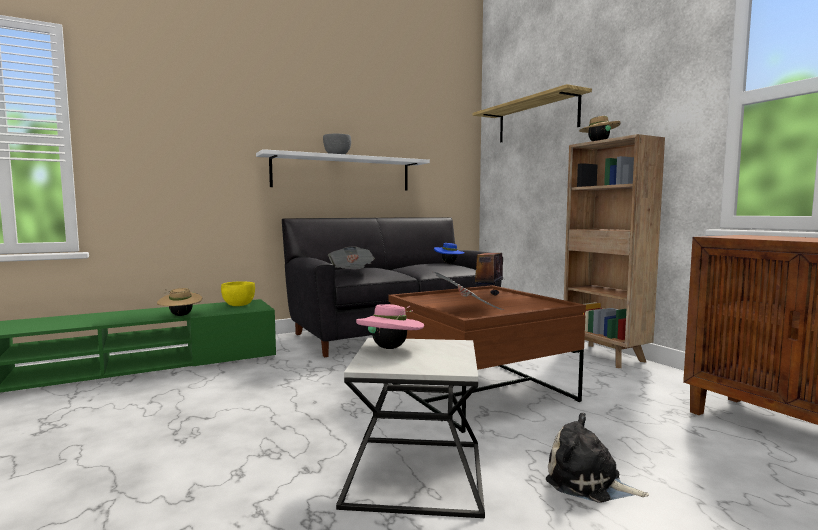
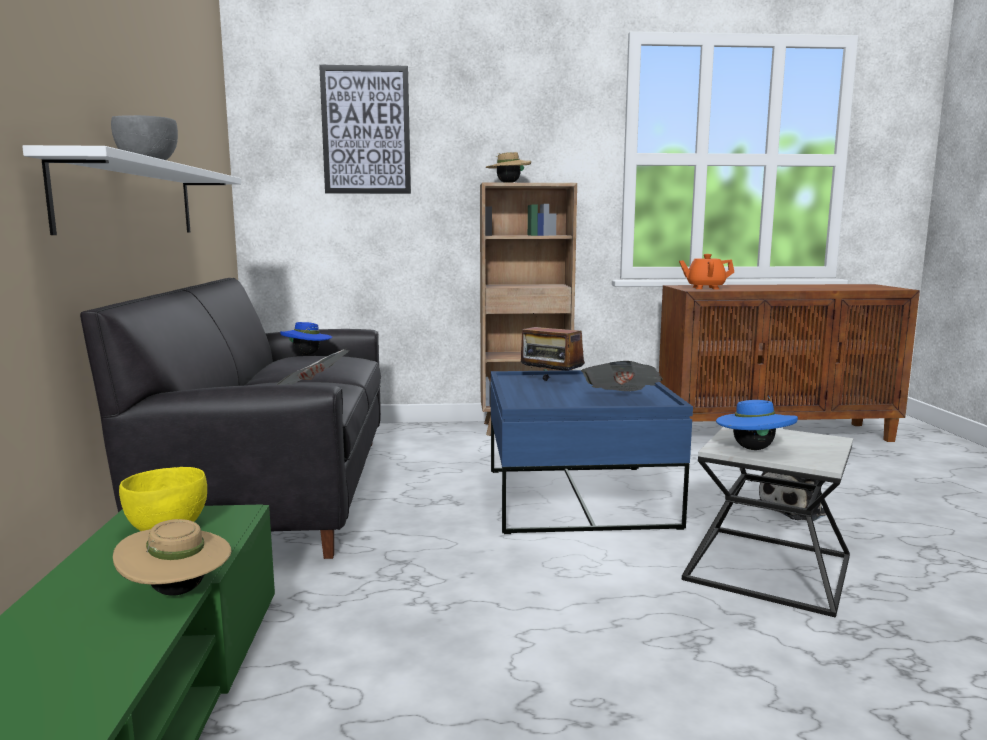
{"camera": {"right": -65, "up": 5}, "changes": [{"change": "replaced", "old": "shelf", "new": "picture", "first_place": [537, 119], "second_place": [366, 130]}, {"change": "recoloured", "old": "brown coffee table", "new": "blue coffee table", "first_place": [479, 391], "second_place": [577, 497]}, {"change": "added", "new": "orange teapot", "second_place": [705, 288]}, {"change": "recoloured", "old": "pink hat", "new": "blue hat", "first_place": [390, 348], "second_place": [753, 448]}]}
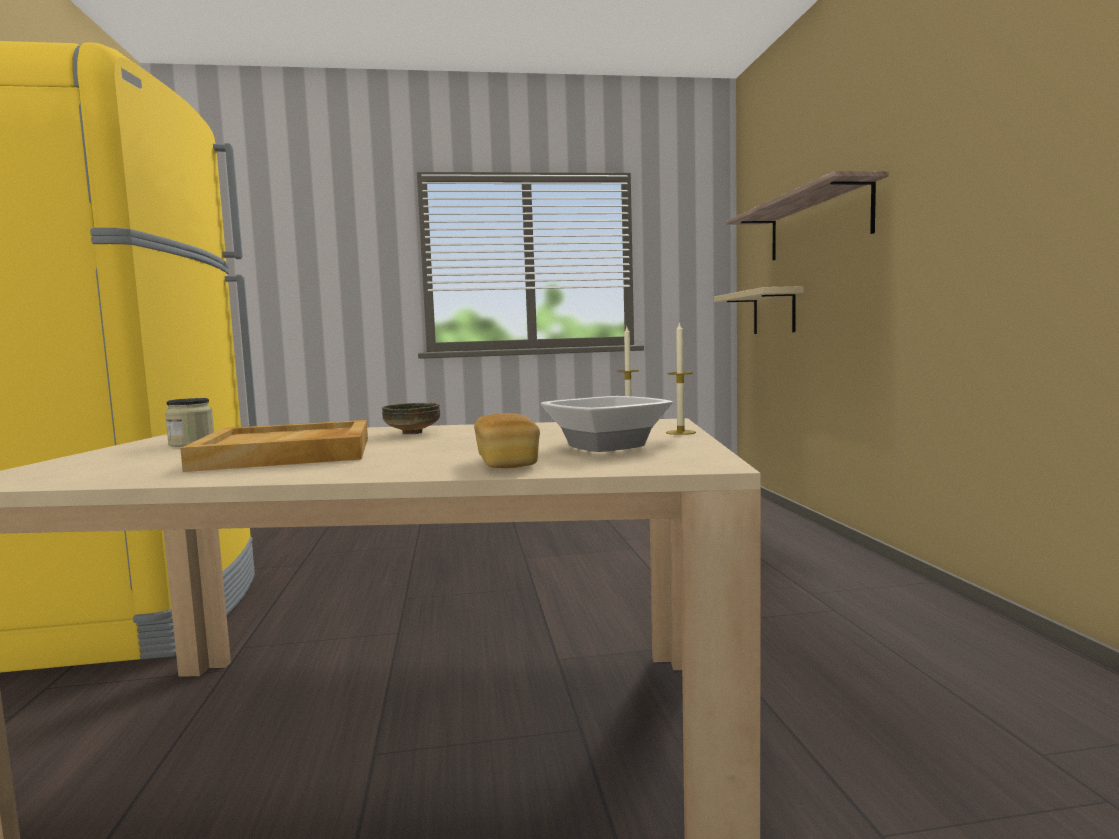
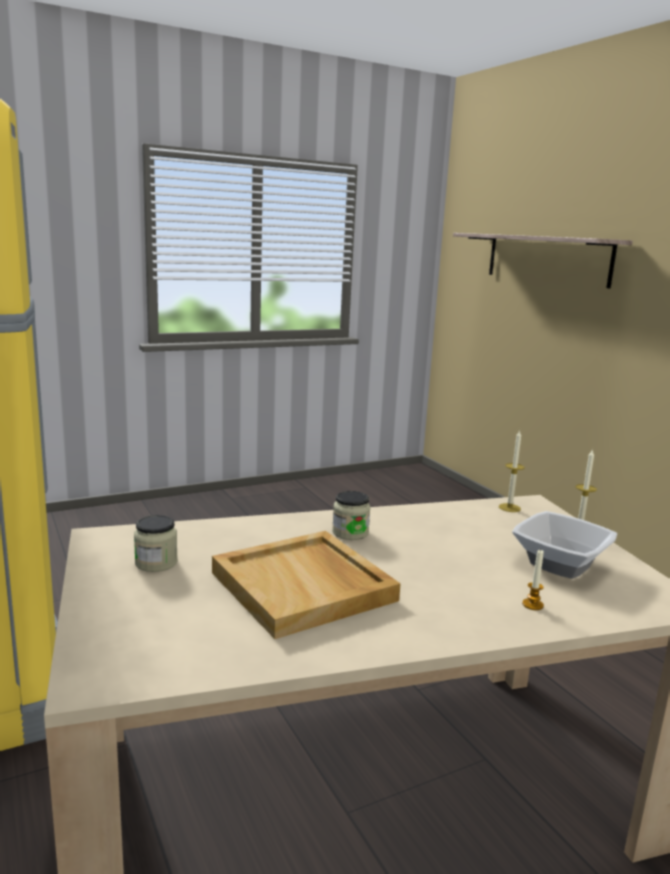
{"camera": {"right": -20, "up": 10}, "changes": [{"change": "replaced", "old": "bowl", "new": "jar", "first_place": [413, 433], "second_place": [350, 532]}, {"change": "replaced", "old": "bread", "new": "candle", "first_place": [507, 462], "second_place": [532, 605]}, {"change": "removed", "old": "beige shelf", "first_place": [774, 312]}]}
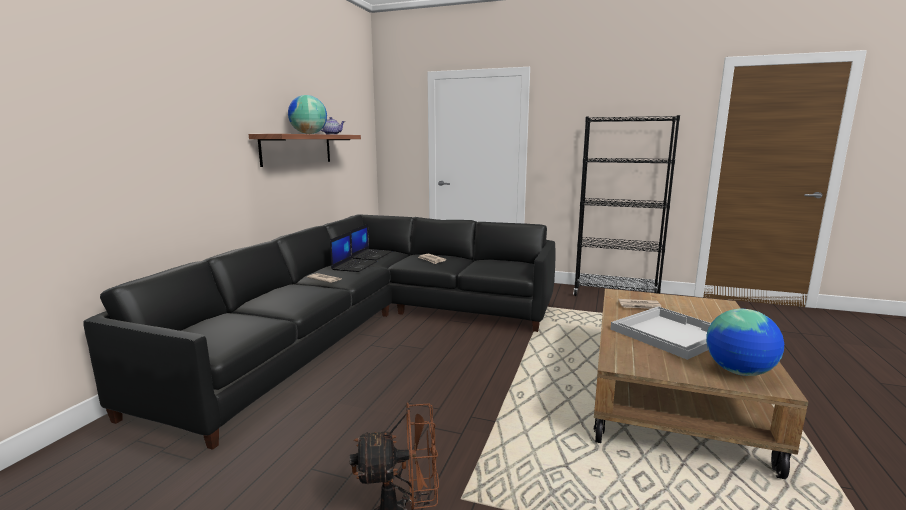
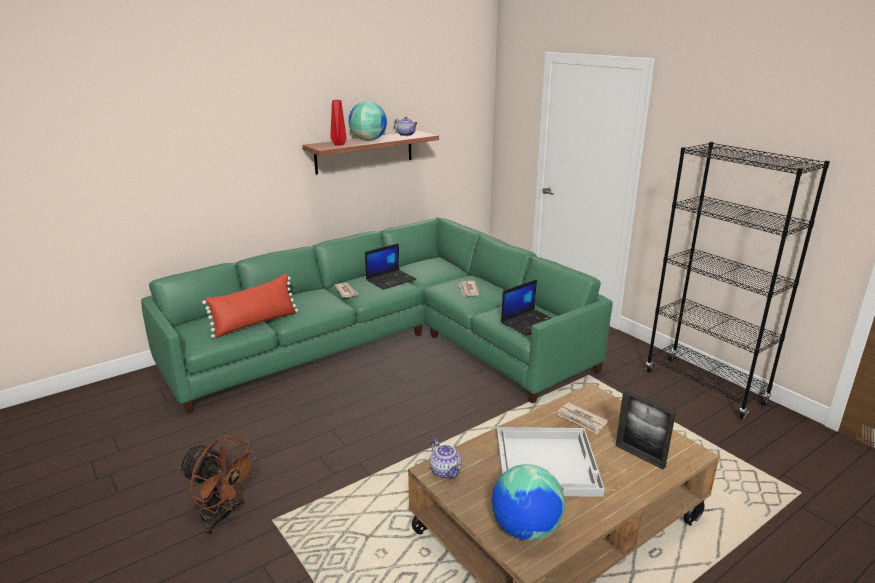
{"camera": {"right": 35, "up": 10}, "changes": [{"change": "recoloured", "old": "black sofa", "new": "green sofa", "first_place": [370, 326], "second_place": [391, 343]}, {"change": "added", "new": "red pillow", "second_place": [255, 323]}, {"change": "added", "new": "red vase", "second_place": [339, 144]}, {"change": "added", "new": "teapot", "second_place": [446, 471]}, {"change": "moved", "old": "laptop", "first_place": [371, 255], "second_place": [529, 322]}, {"change": "added", "new": "picture frame", "second_place": [639, 456]}]}
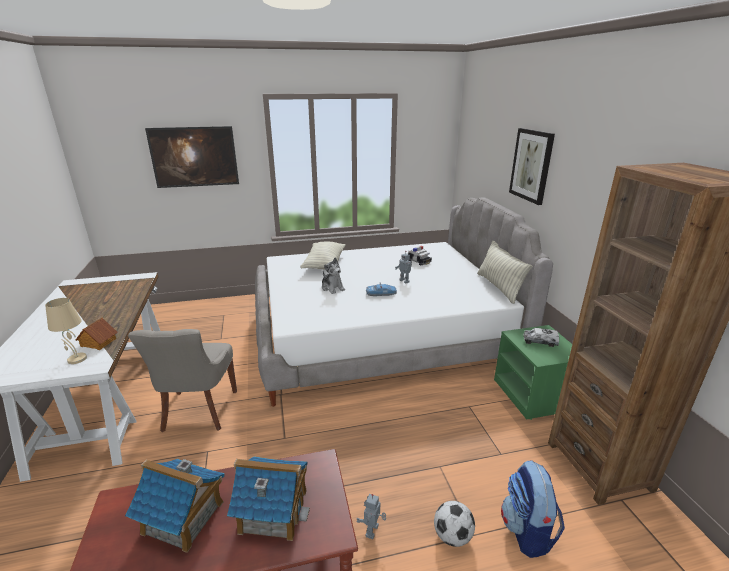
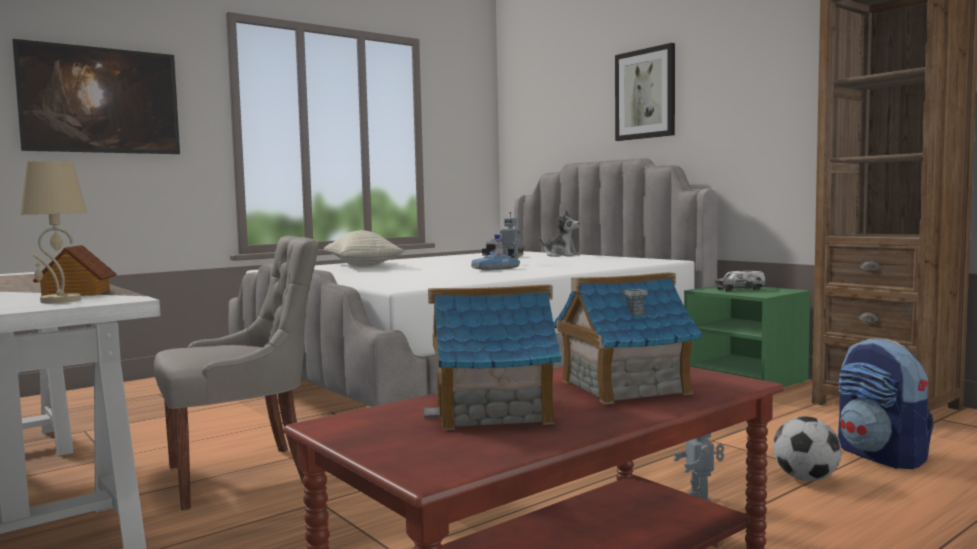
{"camera": {"right": -25, "up": -20}, "changes": [{"change": "turned", "old": "grey chair", "first_place": [198, 411], "second_place": [243, 475], "degrees": -90}, {"change": "moved", "old": "plush toy", "first_place": [332, 288], "second_place": [561, 255]}, {"change": "removed", "old": "pillow", "first_place": [499, 287]}]}
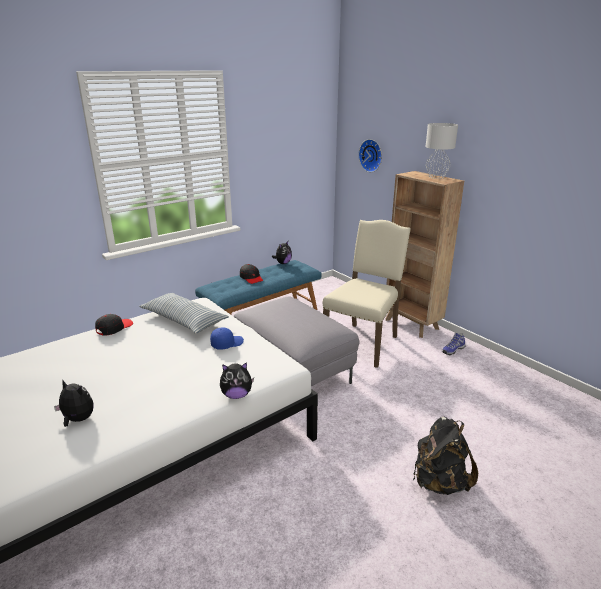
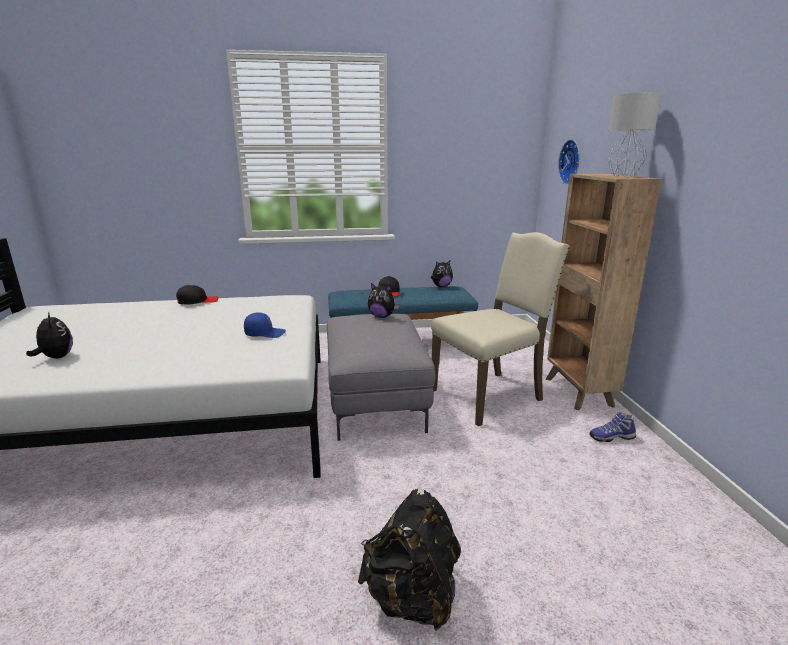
{"camera": {"right": 30, "up": -5}, "changes": [{"change": "moved", "old": "plush toy", "first_place": [236, 395], "second_place": [382, 316]}, {"change": "removed", "old": "pillow", "first_place": [184, 320]}]}
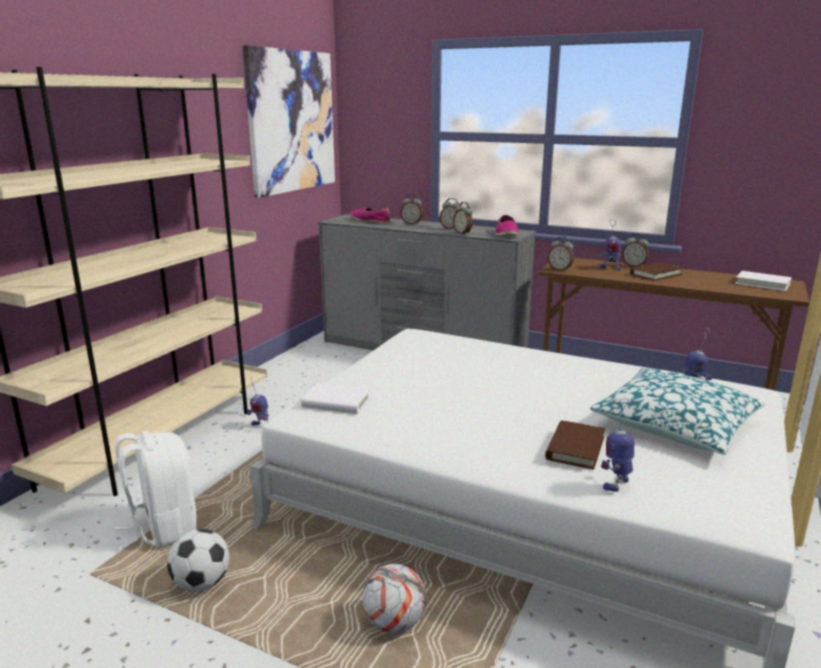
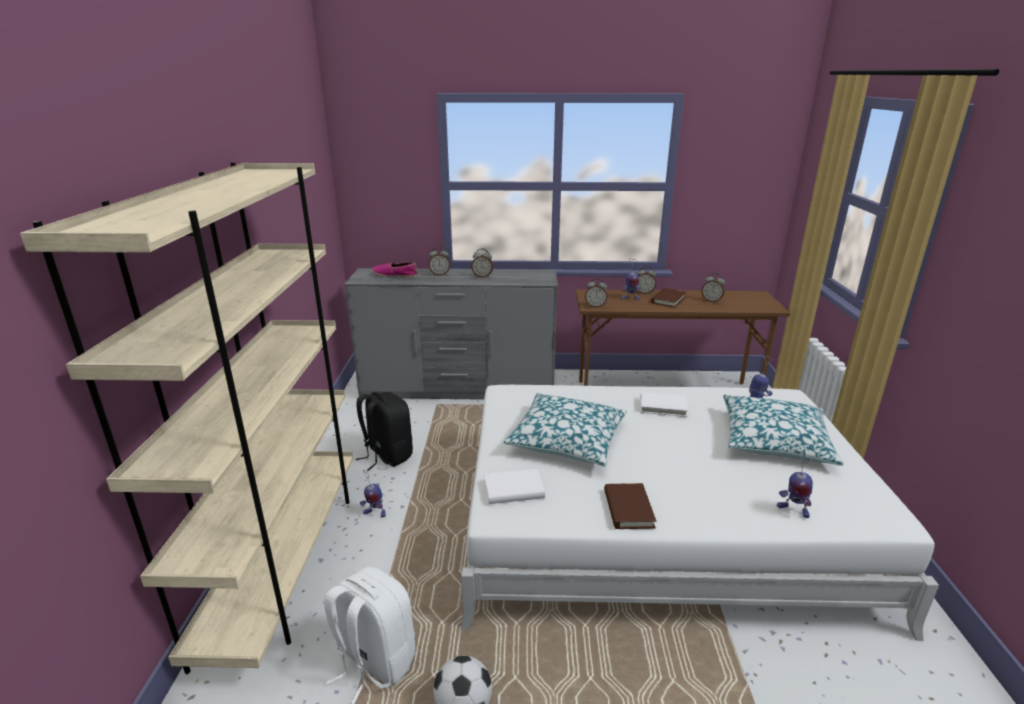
{"camera": {"right": -25, "up": 5}, "changes": [{"change": "added", "new": "black backpack", "second_place": [387, 455]}, {"change": "added", "new": "pillow", "second_place": [567, 440]}, {"change": "moved", "old": "brown book", "first_place": [575, 448], "second_place": [628, 509]}, {"change": "moved", "old": "white book", "first_place": [762, 283], "second_place": [663, 407]}, {"change": "moved", "old": "alarm clock", "first_place": [463, 233], "second_place": [711, 301]}, {"change": "turned", "old": "toy robot", "first_place": [616, 482], "second_place": [792, 510], "degrees": -75}, {"change": "removed", "old": "picture", "first_place": [291, 121]}, {"change": "removed", "old": "football", "first_place": [394, 623]}, {"change": "removed", "old": "shoe", "first_place": [506, 234]}]}
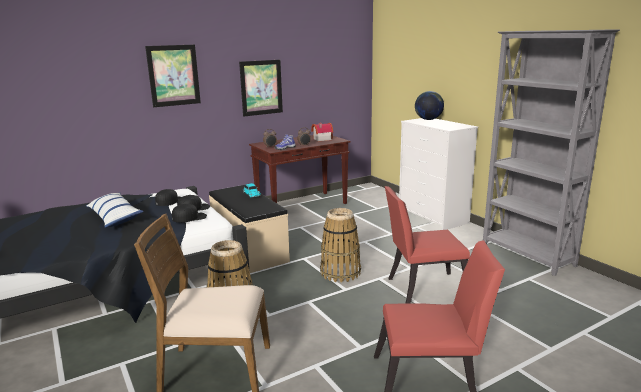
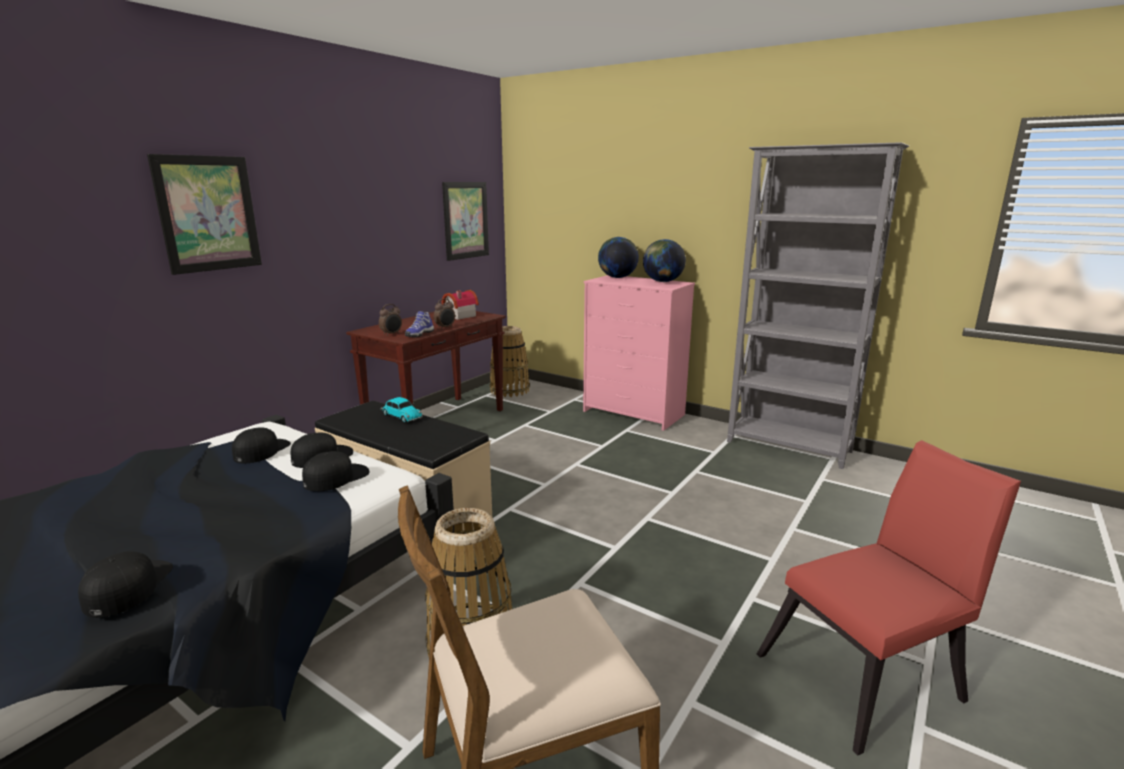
{"camera": {"right": -25, "up": 0}, "changes": [{"change": "added", "new": "black cap", "second_place": [127, 587]}, {"change": "moved", "old": "picture", "first_place": [261, 87], "second_place": [466, 220]}, {"change": "moved", "old": "basket", "first_place": [340, 272], "second_place": [510, 390]}, {"change": "recoloured", "old": "white dresser", "new": "pink dresser", "first_place": [433, 217], "second_place": [634, 413]}, {"change": "added", "new": "globe", "second_place": [662, 281]}, {"change": "removed", "old": "pillow", "first_place": [114, 217]}, {"change": "removed", "old": "red chair", "first_place": [422, 289]}]}
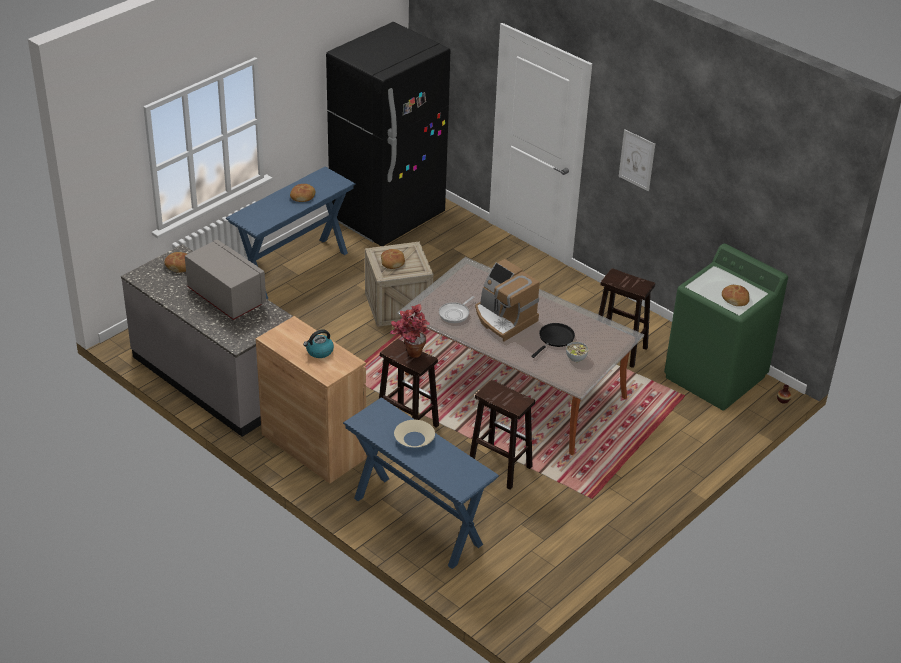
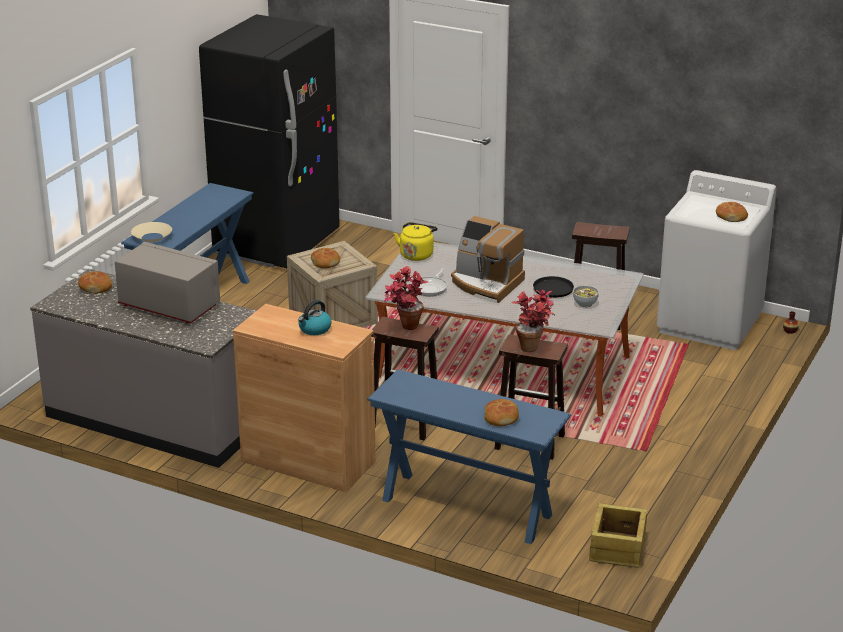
{"camera": {"right": -15, "up": -10}, "changes": [{"change": "moved", "old": "beige bowl", "first_place": [414, 438], "second_place": [152, 237]}, {"change": "added", "new": "yellow kettle", "second_place": [417, 254]}, {"change": "moved", "old": "bread", "first_place": [303, 196], "second_place": [501, 418]}, {"change": "added", "new": "potted plant", "second_place": [534, 346]}, {"change": "added", "new": "crate", "second_place": [616, 548]}, {"change": "recoloured", "old": "green washing machine", "new": "white washing machine", "first_place": [715, 377], "second_place": [710, 323]}, {"change": "removed", "old": "picture", "first_place": [637, 160]}]}
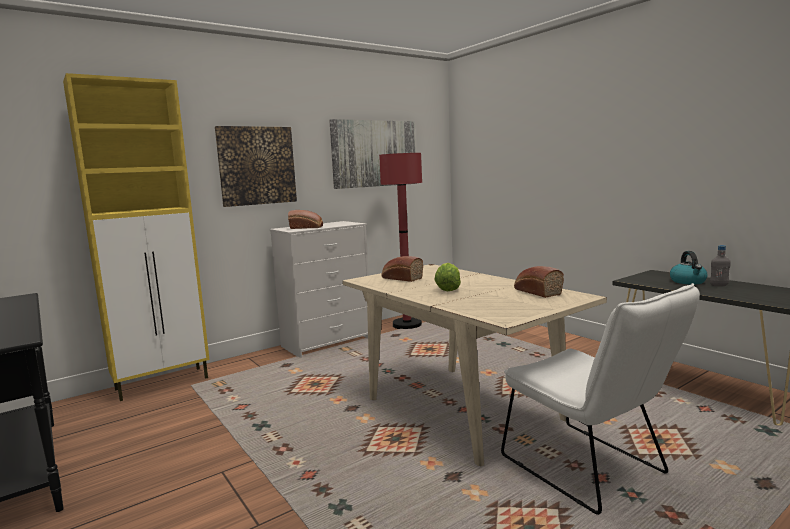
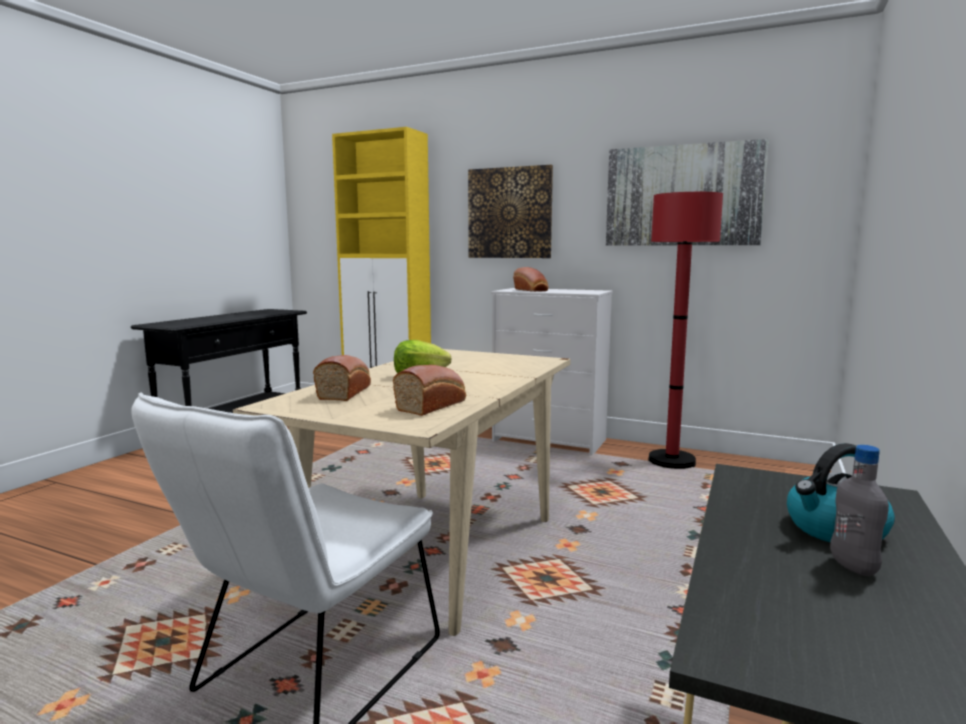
{"camera": {"right": 60, "up": 0}, "changes": [{"change": "moved", "old": "bread", "first_place": [401, 278], "second_place": [345, 392]}]}
